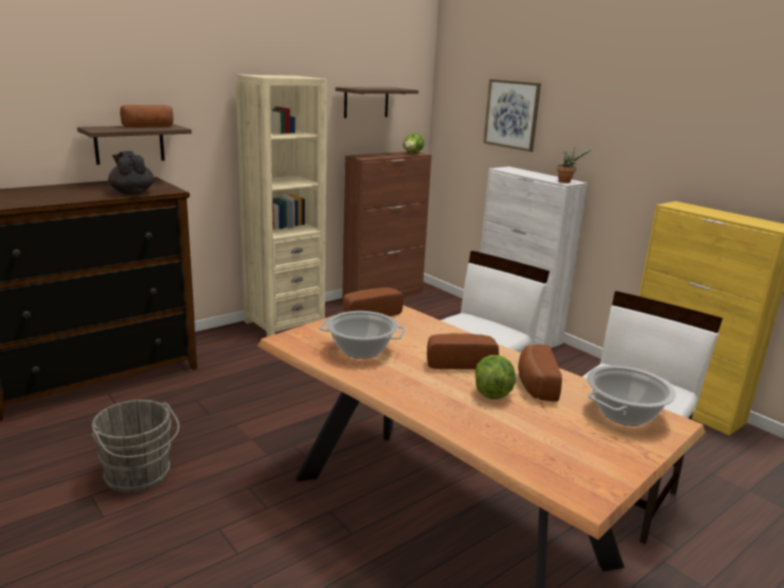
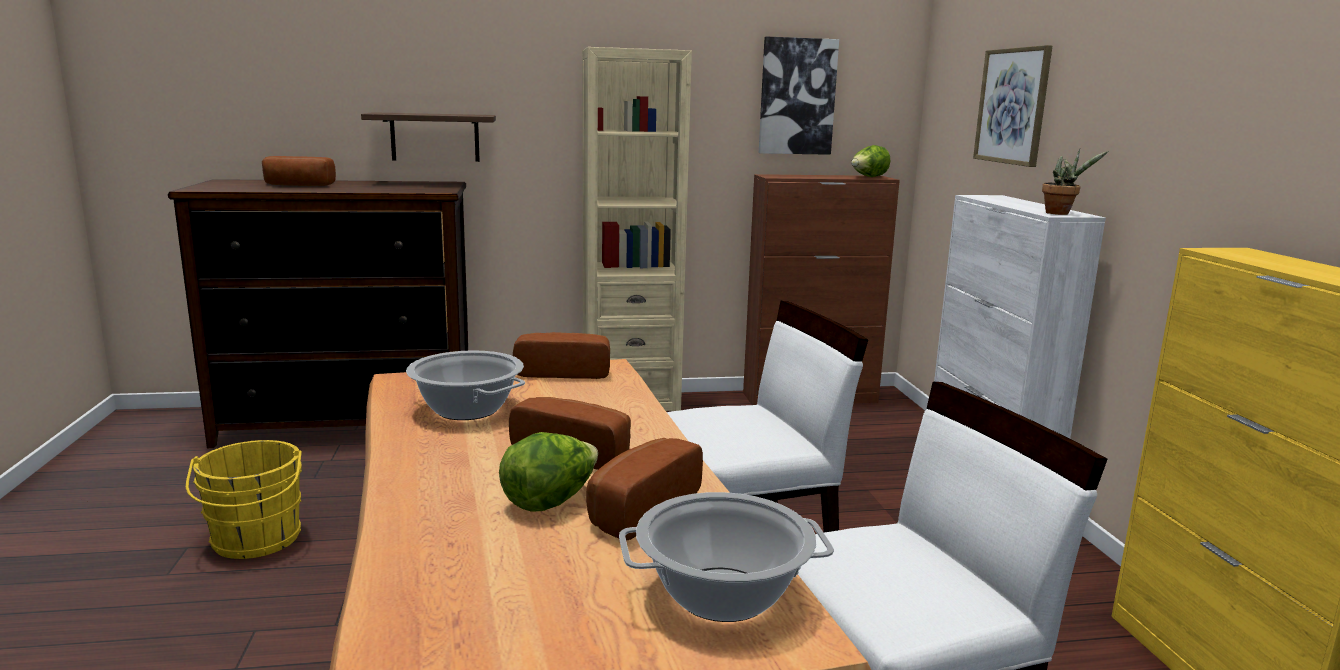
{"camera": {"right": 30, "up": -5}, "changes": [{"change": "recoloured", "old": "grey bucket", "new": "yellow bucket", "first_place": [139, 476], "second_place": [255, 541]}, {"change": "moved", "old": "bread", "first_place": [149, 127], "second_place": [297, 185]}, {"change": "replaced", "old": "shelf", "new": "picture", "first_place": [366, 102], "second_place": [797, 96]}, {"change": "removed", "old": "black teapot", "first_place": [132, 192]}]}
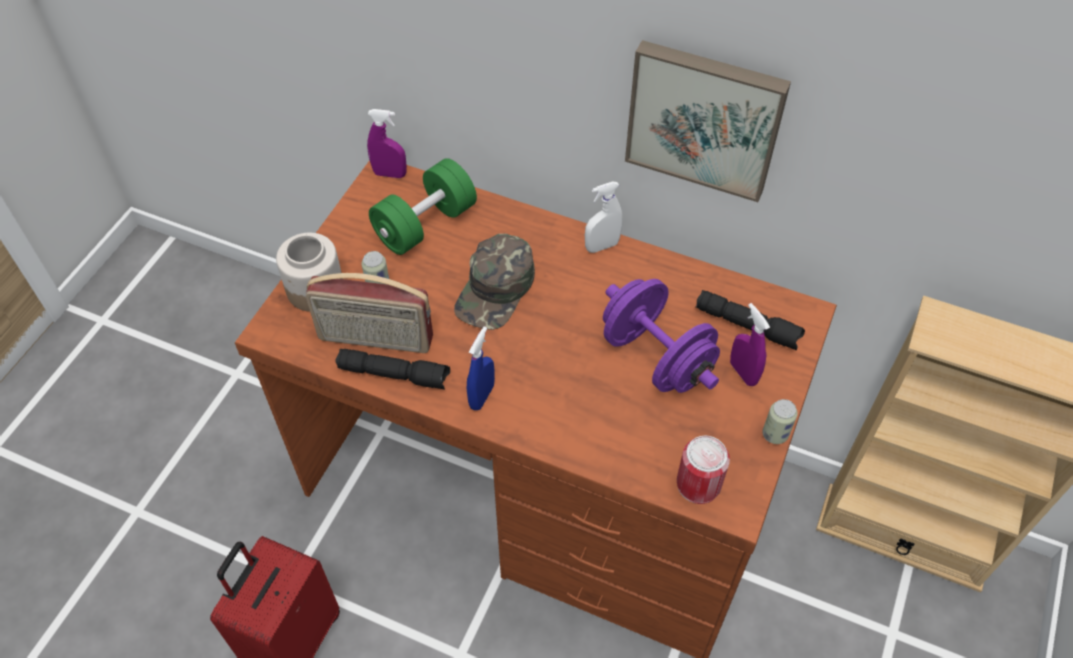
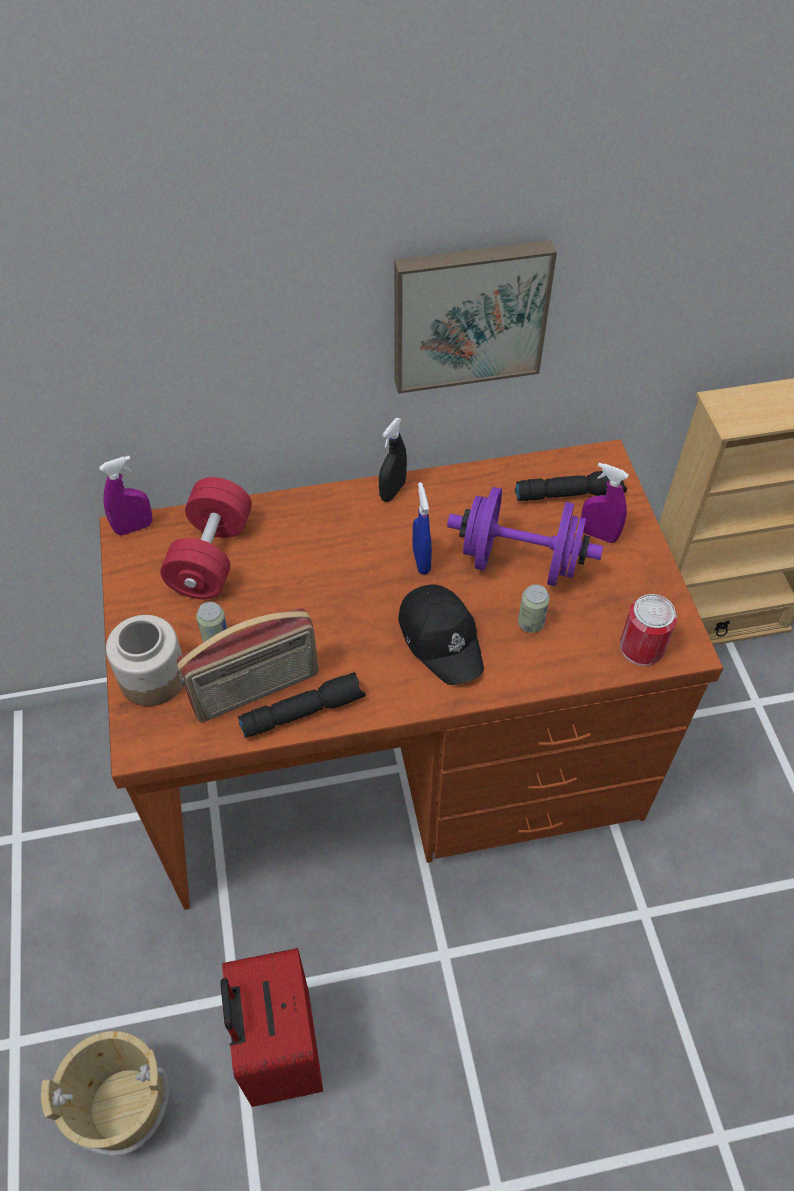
{"camera": {"right": -35, "up": 0}, "changes": [{"change": "added", "new": "beige bucket", "second_place": [126, 1106]}, {"change": "recoloured", "old": "green dumbbell", "new": "red dumbbell", "first_place": [425, 224], "second_place": [211, 557]}, {"change": "recoloured", "old": "white spray bottle", "new": "black spray bottle", "first_place": [602, 246], "second_place": [392, 491]}, {"change": "added", "new": "black cap", "second_place": [441, 638]}, {"change": "moved", "old": "blue spray bottle", "first_place": [482, 396], "second_place": [421, 560]}, {"change": "moved", "old": "can", "first_place": [775, 434], "second_place": [530, 623]}, {"change": "removed", "old": "green cap", "first_place": [496, 289]}]}
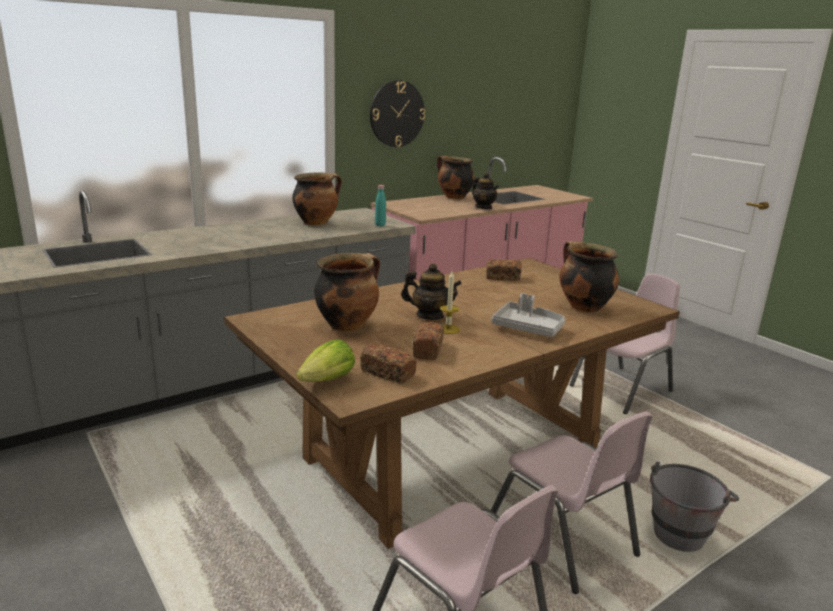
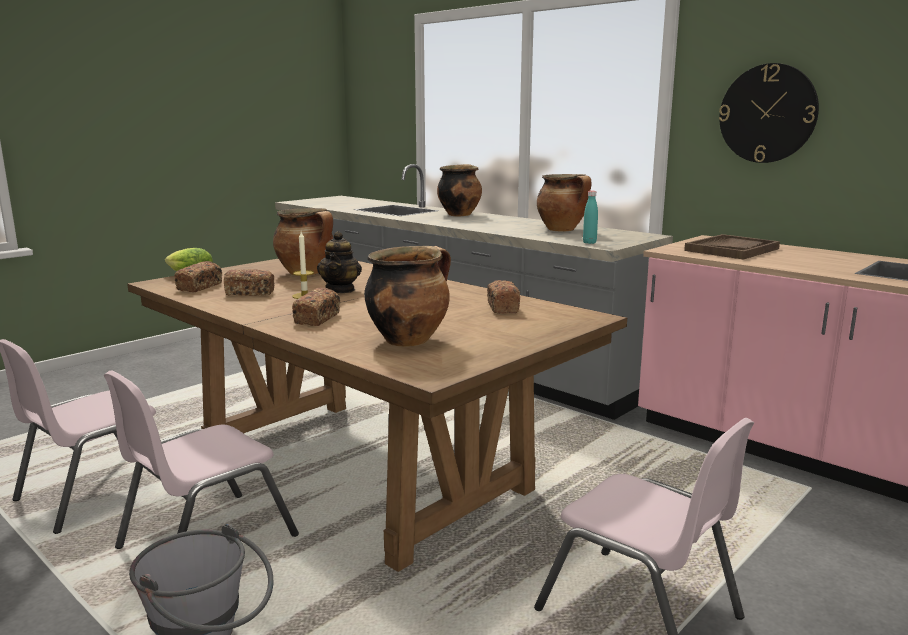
{"camera": {"right": 80, "up": -5}, "changes": [{"change": "replaced", "old": "grey tray", "new": "bread", "first_place": [528, 328], "second_place": [317, 319]}, {"change": "moved", "old": "cooking pot", "first_place": [453, 197], "second_place": [459, 214]}, {"change": "added", "new": "brown tray", "second_place": [731, 249]}, {"change": "removed", "old": "teapot", "first_place": [483, 208]}]}
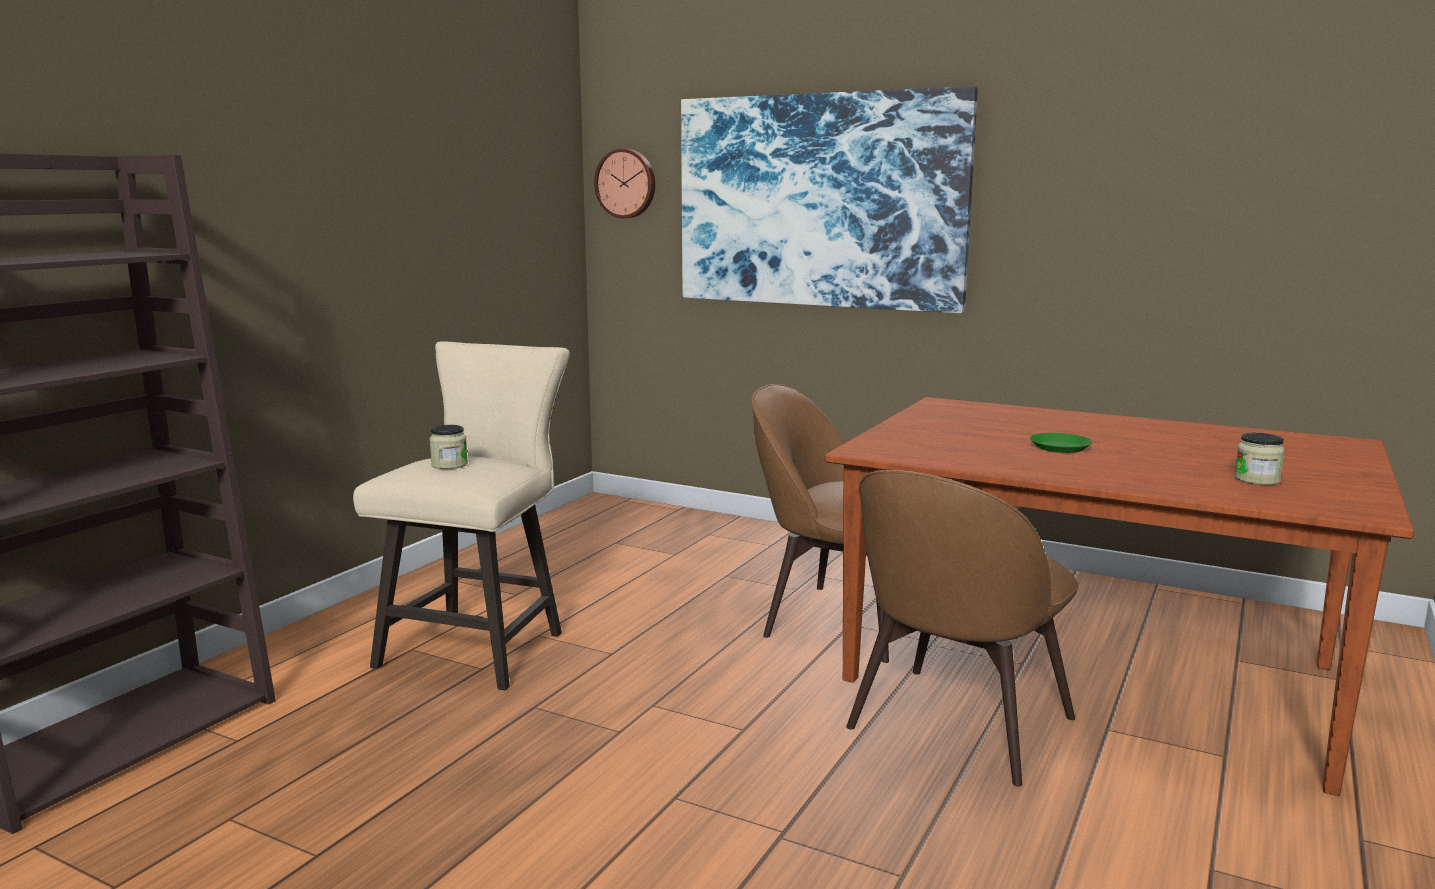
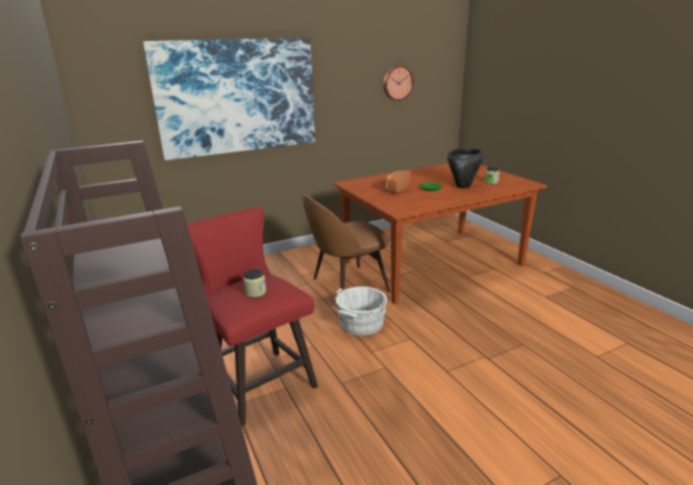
{"camera": {"right": -55, "up": 10}, "changes": [{"change": "recoloured", "old": "beige stool", "new": "red stool", "first_place": [480, 645], "second_place": [259, 381]}, {"change": "added", "new": "white bucket", "second_place": [360, 324]}, {"change": "added", "new": "bread", "second_place": [395, 189]}, {"change": "moved", "old": "wall clock", "first_place": [626, 183], "second_place": [397, 83]}, {"change": "added", "new": "black cooking pot", "second_place": [463, 186]}, {"change": "removed", "old": "brown chair", "first_place": [956, 727]}]}
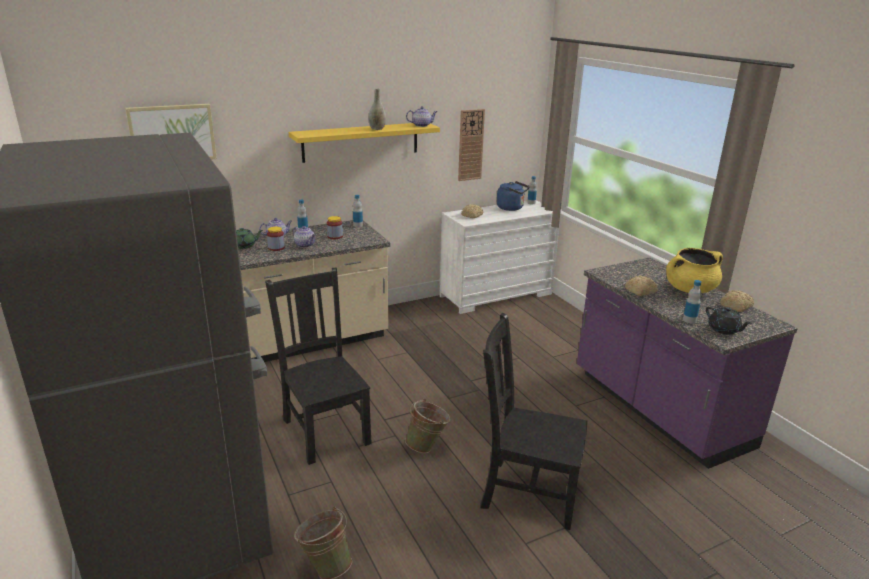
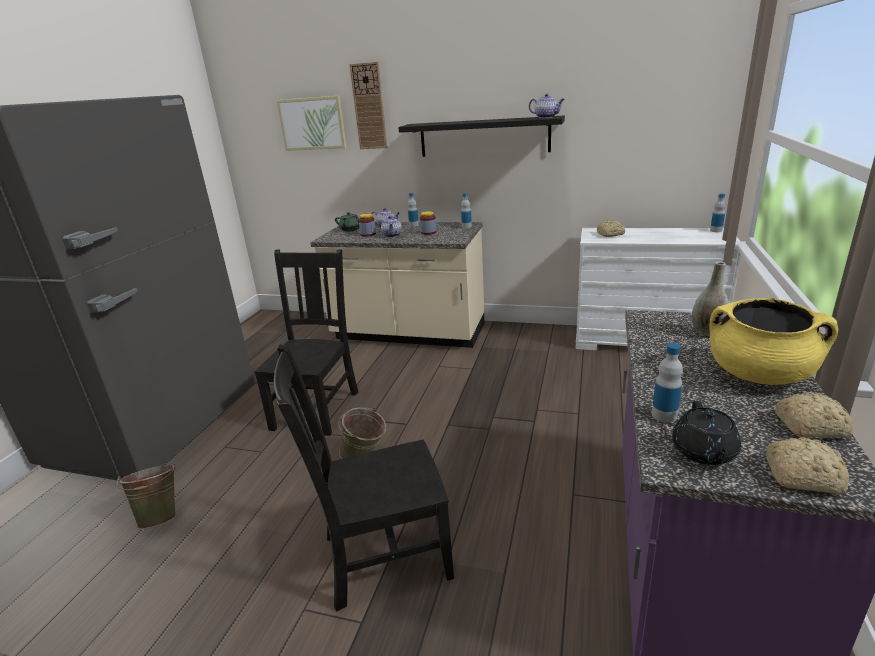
{"camera": {"right": 45, "up": 0}, "changes": [{"change": "turned", "old": "black chair", "first_place": [526, 492], "second_place": [382, 557], "degrees": -75}, {"change": "moved", "old": "wall clock", "first_place": [470, 145], "second_place": [369, 107]}, {"change": "recoloured", "old": "yellow shelf", "new": "black shelf", "first_place": [361, 142], "second_place": [484, 137]}, {"change": "moved", "old": "grey vase", "first_place": [377, 129], "second_place": [707, 332]}, {"change": "moved", "old": "bread", "first_place": [639, 291], "second_place": [799, 475]}, {"change": "removed", "old": "blue kettle", "first_place": [511, 208]}]}
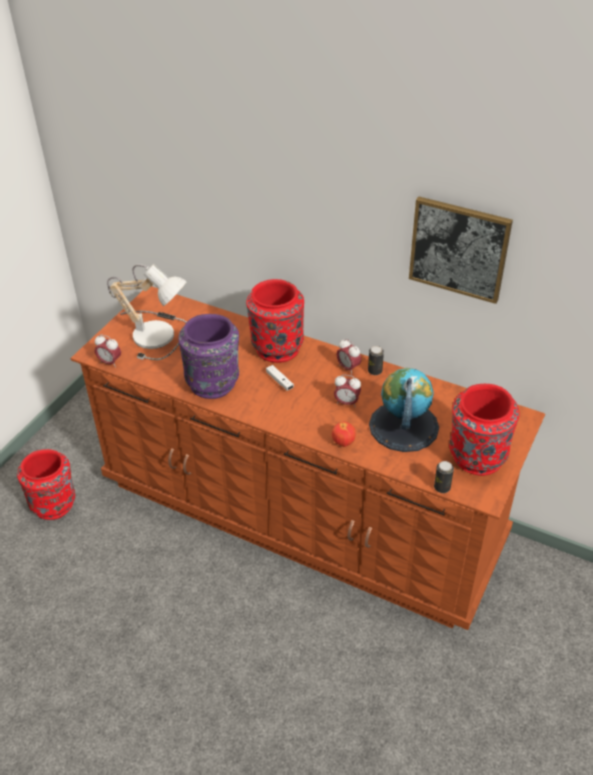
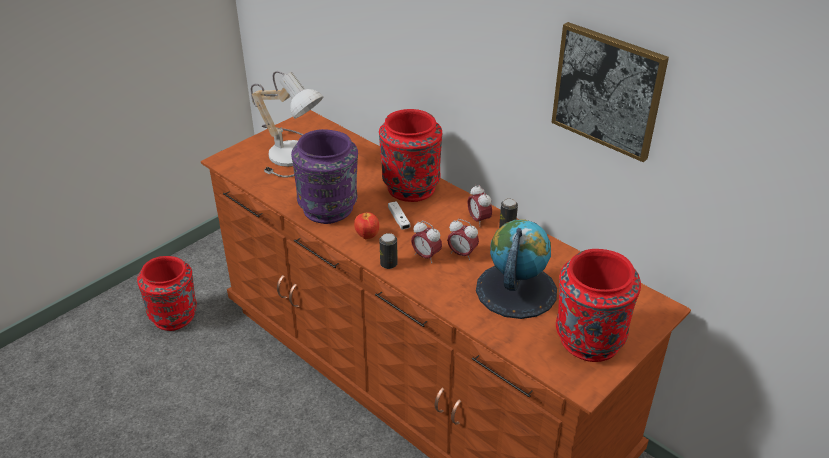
{"camera": {"right": 15, "up": -5}, "changes": [{"change": "moved", "old": "apple", "first_place": [343, 443], "second_place": [366, 236]}, {"change": "moved", "old": "can", "first_place": [442, 487], "second_place": [388, 264]}, {"change": "moved", "old": "alarm clock", "first_place": [110, 362], "second_place": [426, 256]}]}
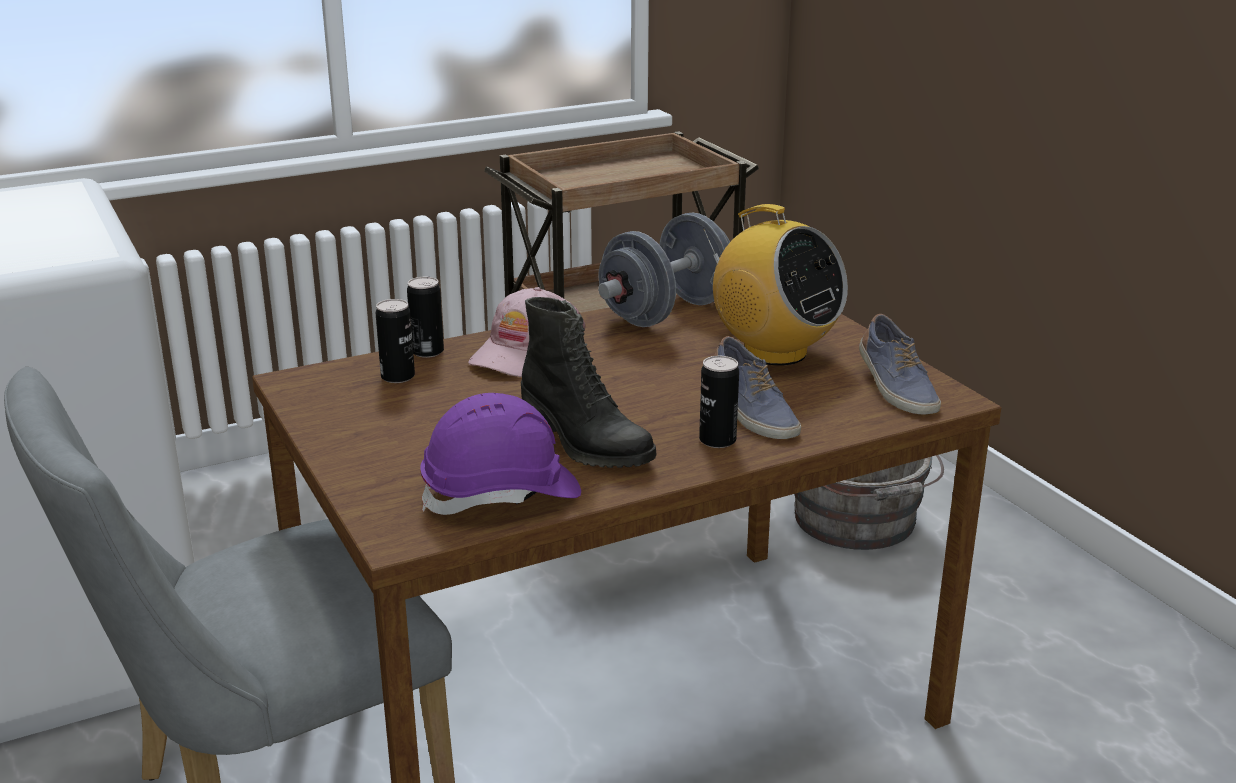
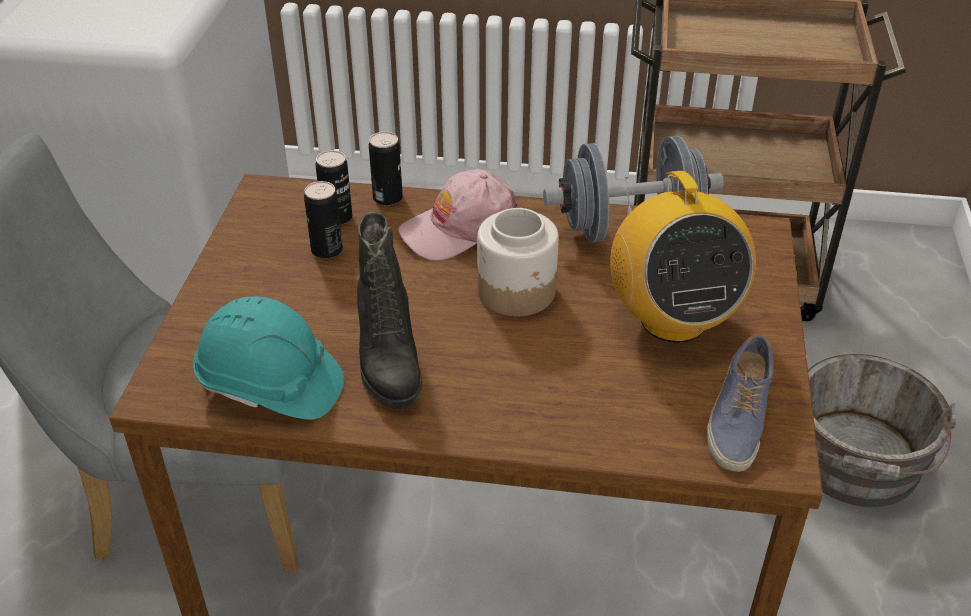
{"camera": {"right": 35, "up": 15}, "changes": [{"change": "recoloured", "old": "purple hard hat", "new": "turquoise hard hat", "first_place": [502, 495], "second_place": [270, 385]}, {"change": "moved", "old": "can", "first_place": [717, 440], "second_place": [327, 250]}, {"change": "added", "new": "jar", "second_place": [517, 292]}, {"change": "removed", "old": "shoe", "first_place": [750, 412]}]}
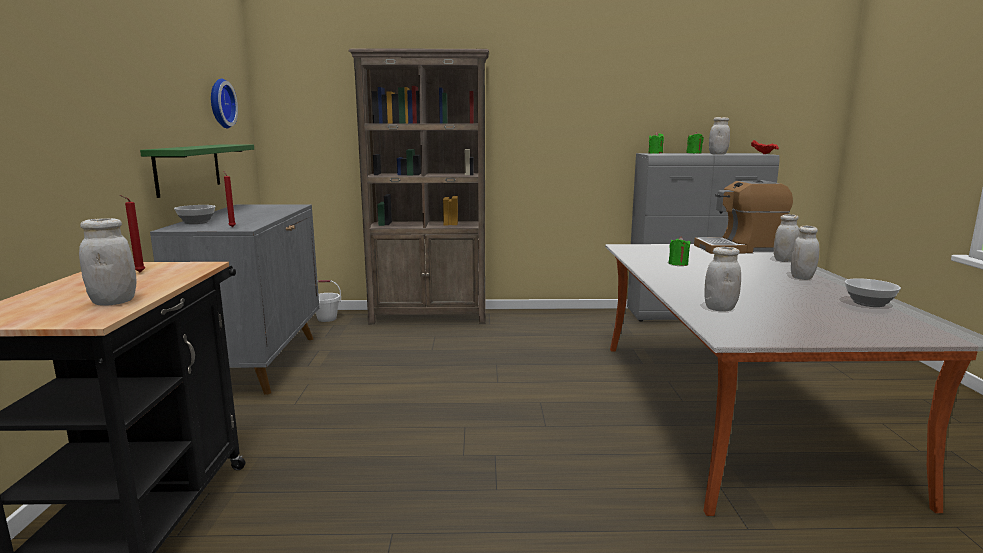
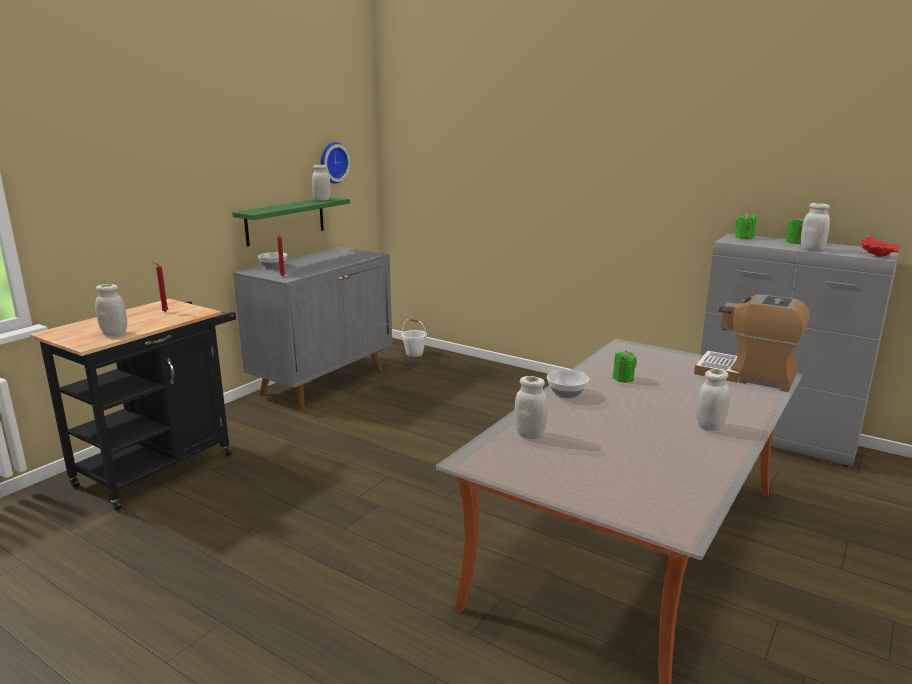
{"camera": {"right": 35, "up": 5}, "changes": [{"change": "moved", "old": "white jar", "first_place": [784, 260], "second_place": [322, 200]}, {"change": "moved", "old": "bowl", "first_place": [870, 303], "second_place": [567, 394]}, {"change": "removed", "old": "brown bookcase", "first_place": [429, 317]}]}
